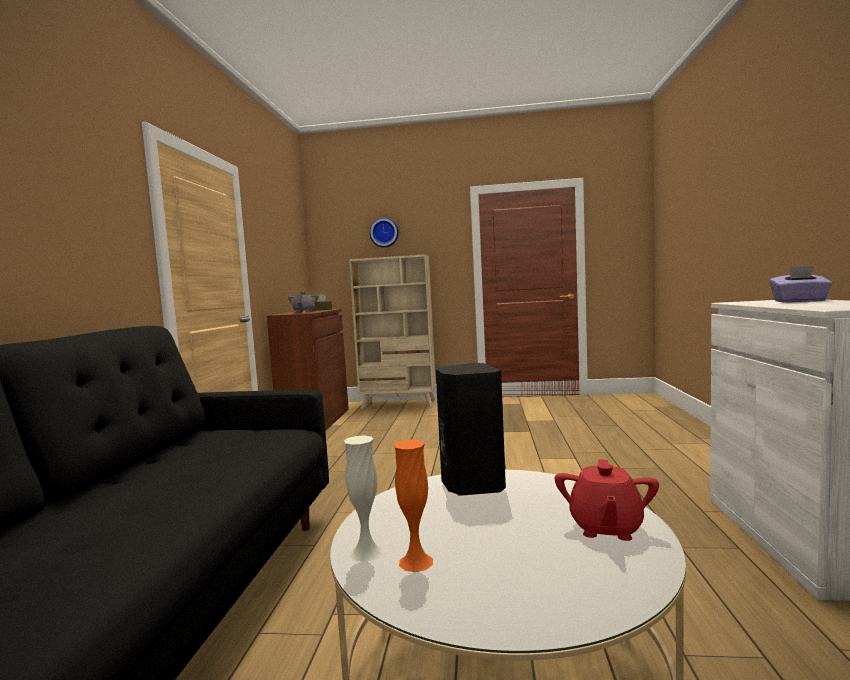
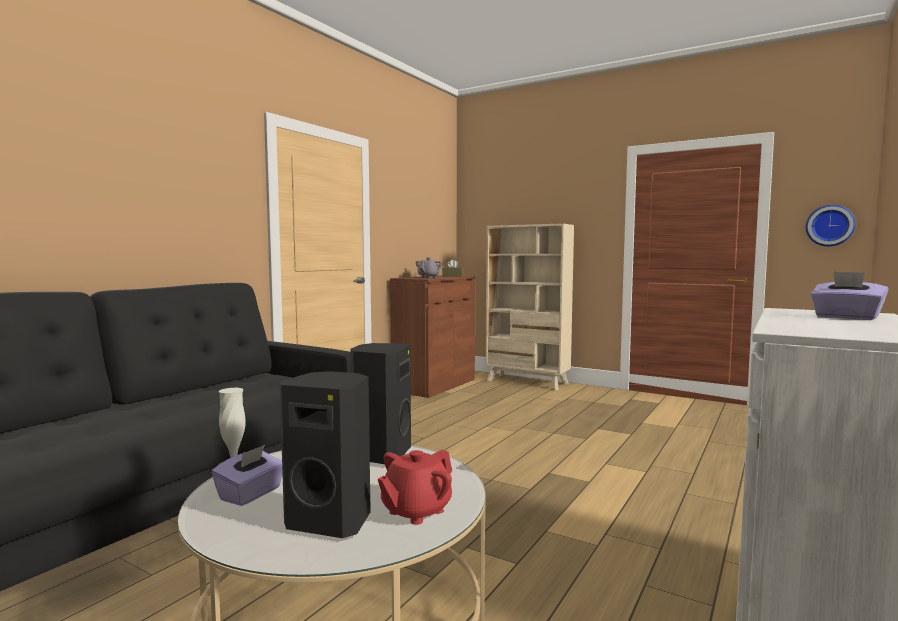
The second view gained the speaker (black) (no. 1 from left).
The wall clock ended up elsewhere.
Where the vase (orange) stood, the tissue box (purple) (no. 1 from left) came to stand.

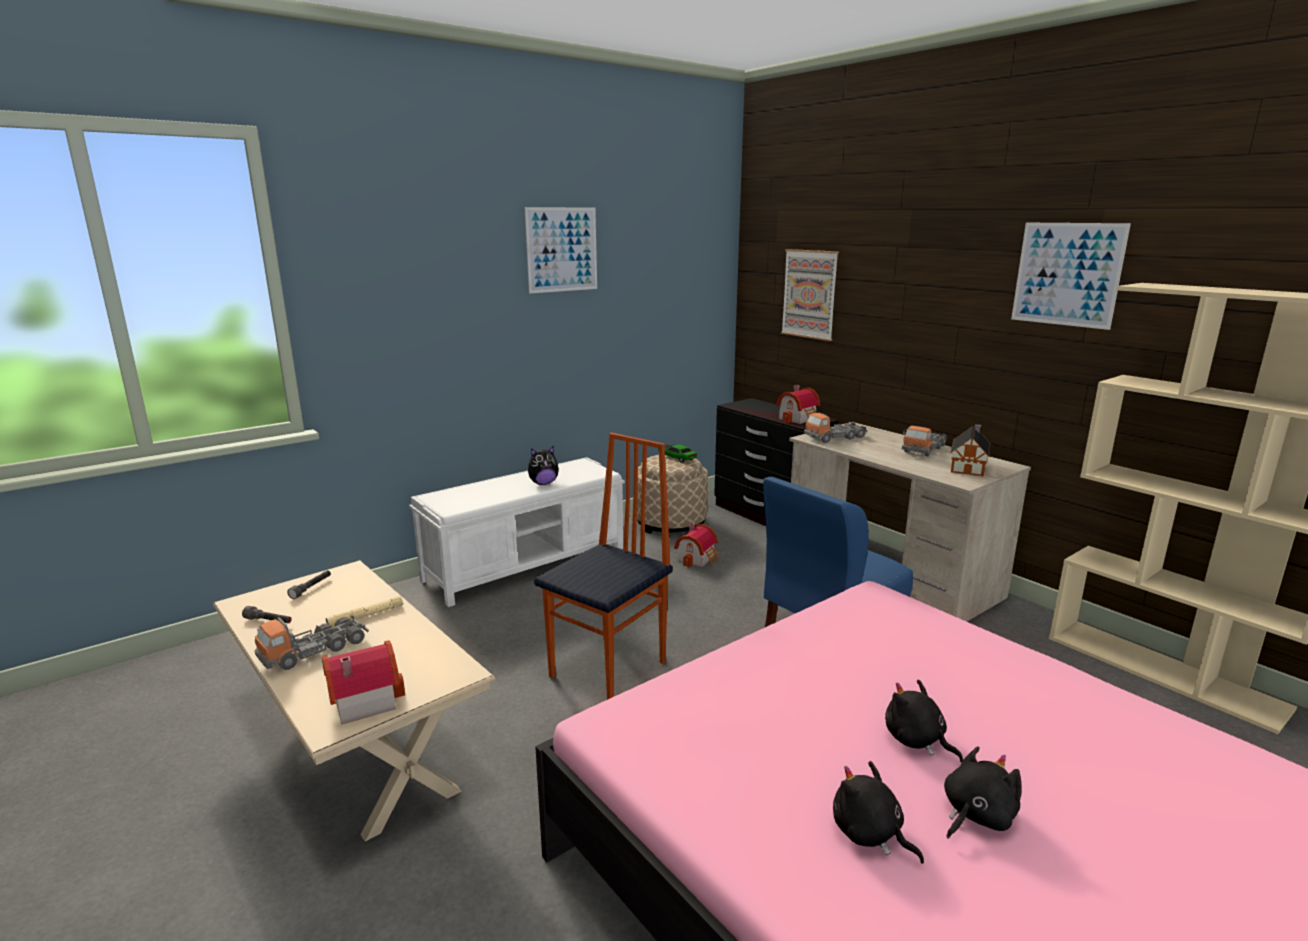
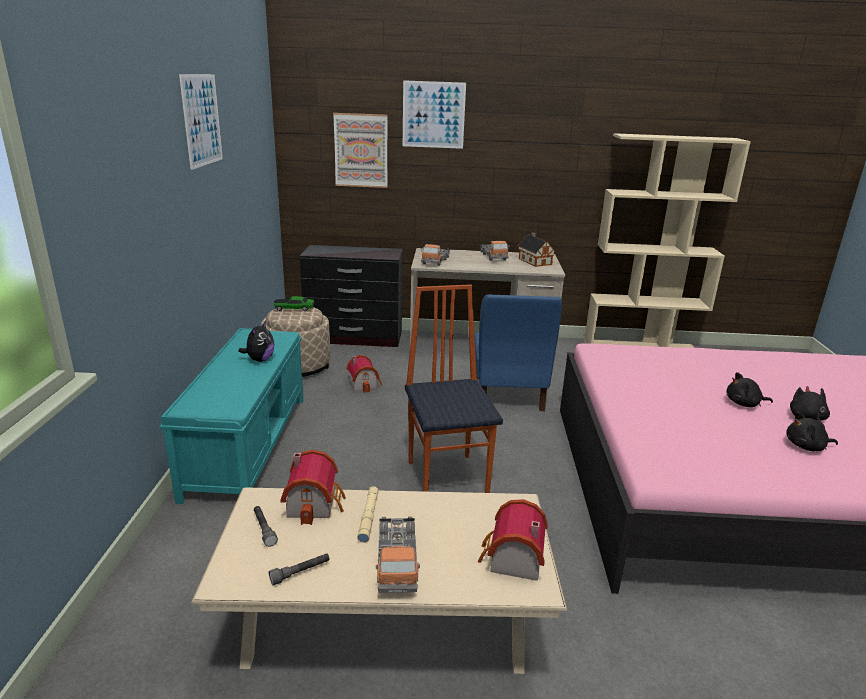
The toy house (no. 3 from left in the first image) ended up elsewhere.
The picture (no. 3 from left) ended up elsewhere.
What was the bench (white) turned into the bench (turquoise).

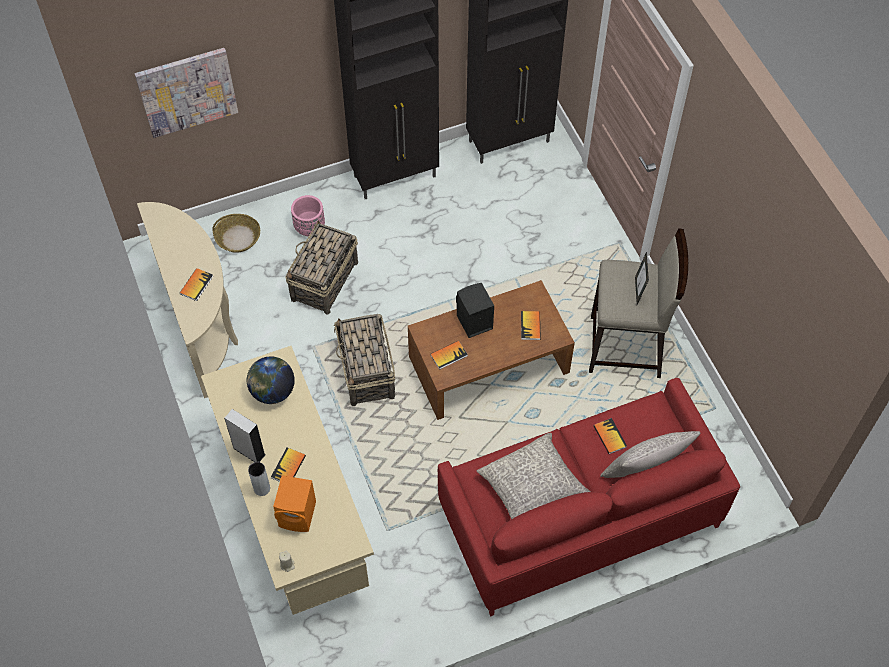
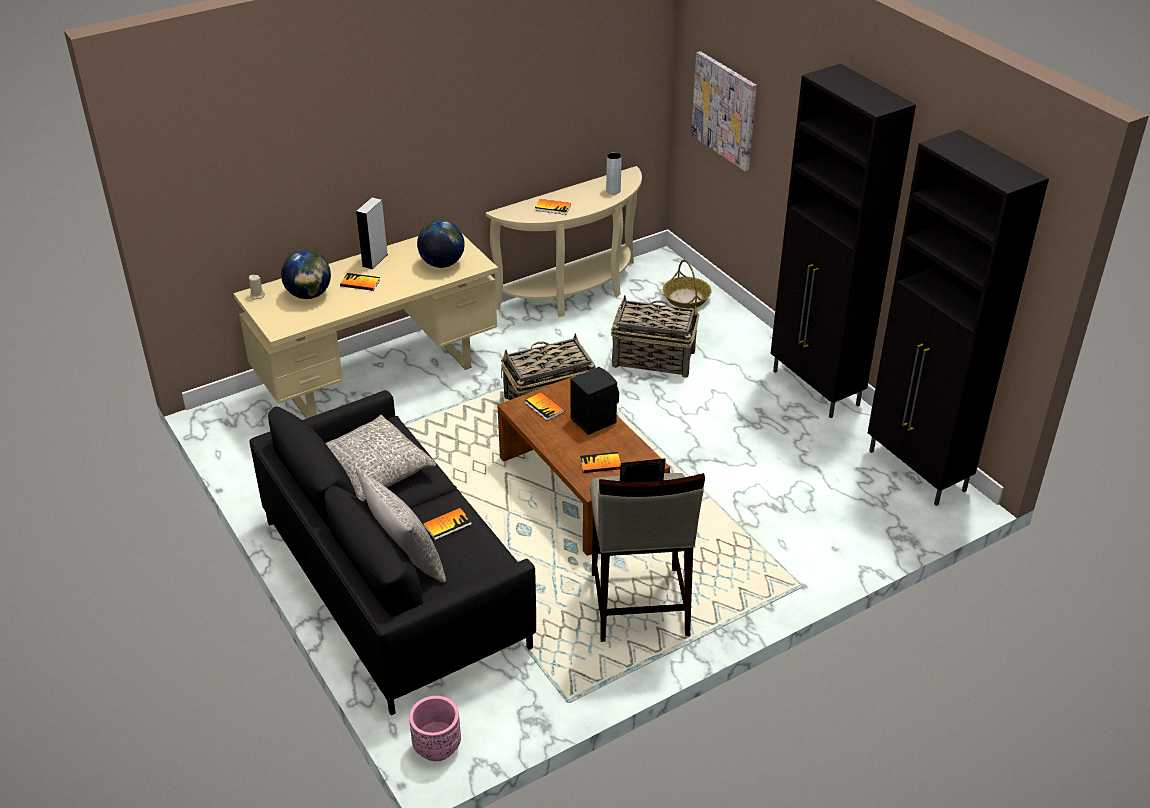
The vase (grey) ended up elsewhere.
The planter (pink) ended up elsewhere.
Where the speaker (orange) stood, the globe (no. 1 from left) came to stand.
What was the sofa (red) turned into the sofa (black).

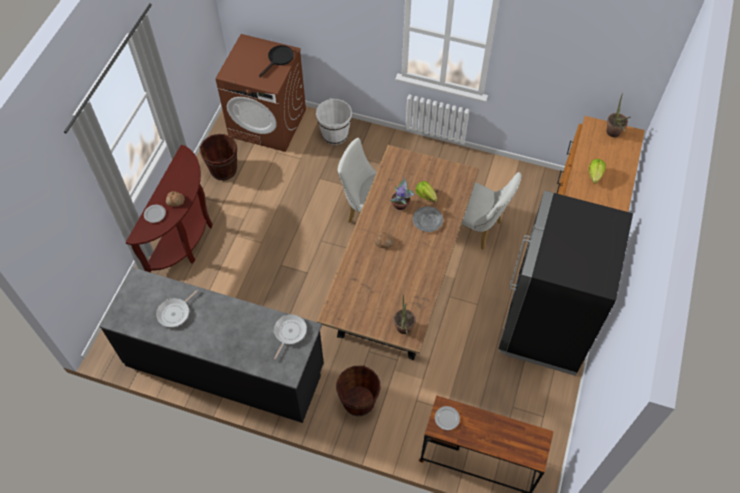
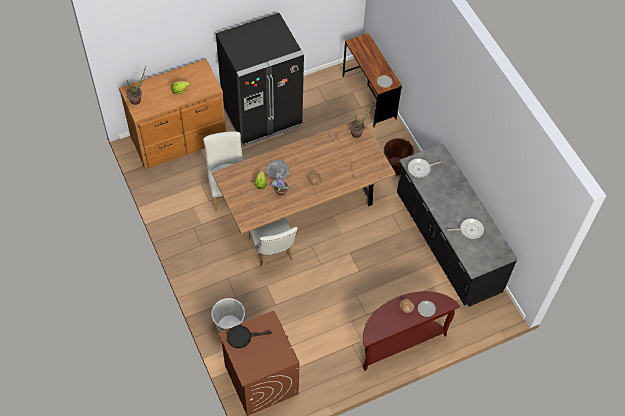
The second view lost the bucket (brown) (no. 1 from left).

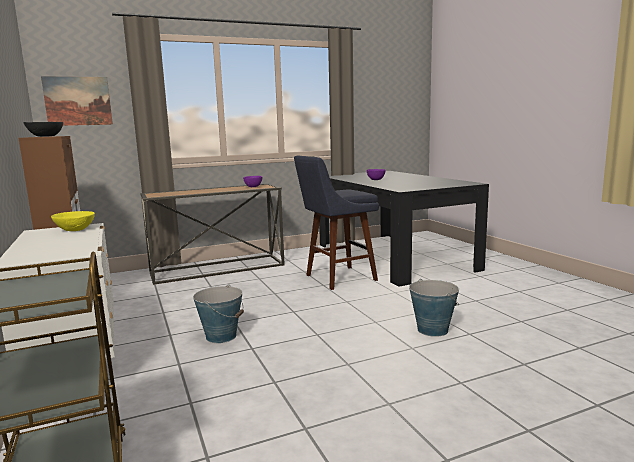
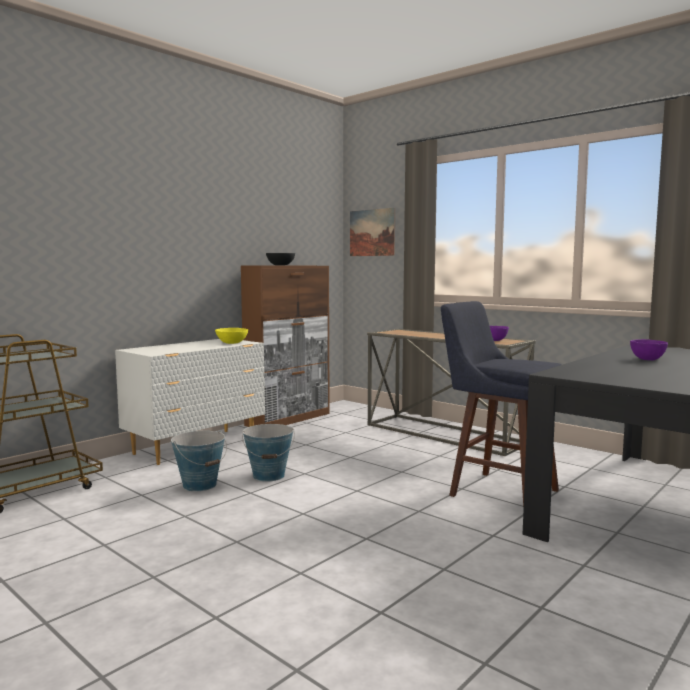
The bucket (no. 2 from left in the first image) ended up elsewhere.

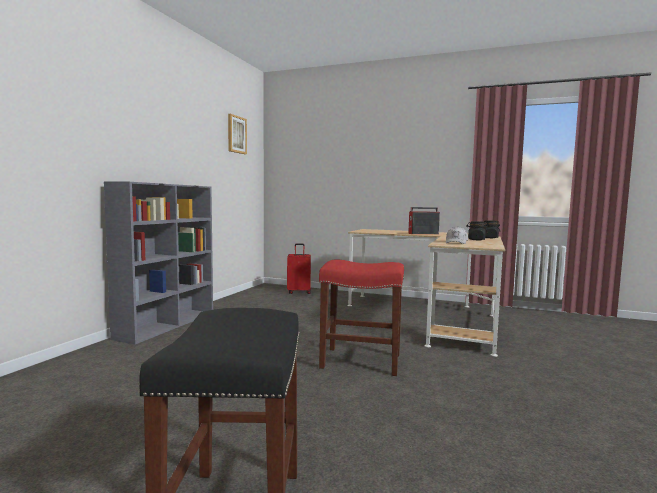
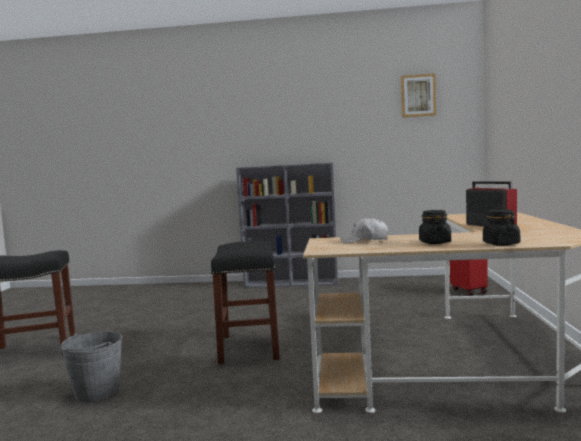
The second view gained the bucket (grey).
What was the stool (red) turned into the stool (black) (no. 2 from left).

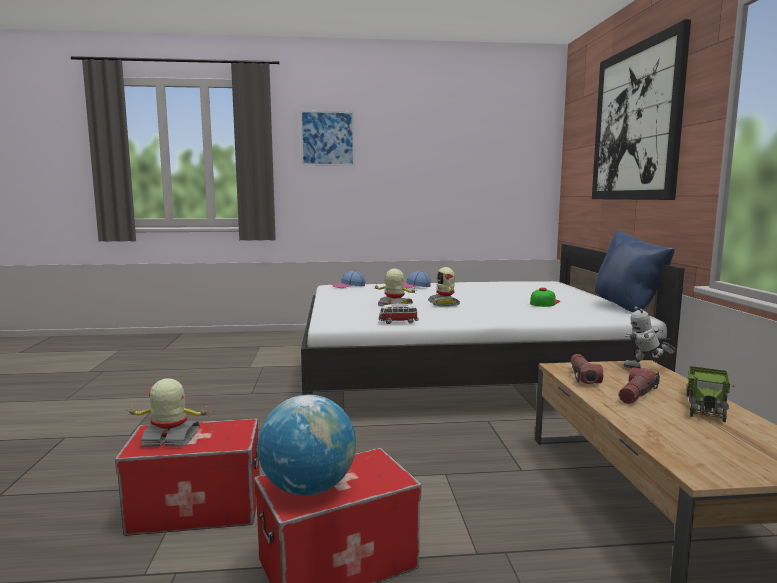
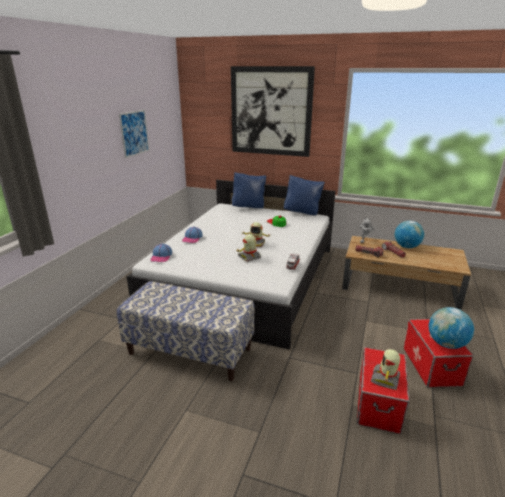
The second view gained the bench.
The second view gained the pillow (blue) (no. 1 from left).
The picture (no. 1 from left) ended up elsewhere.
Where the toy truck stood, the globe (no. 1 from left) came to stand.

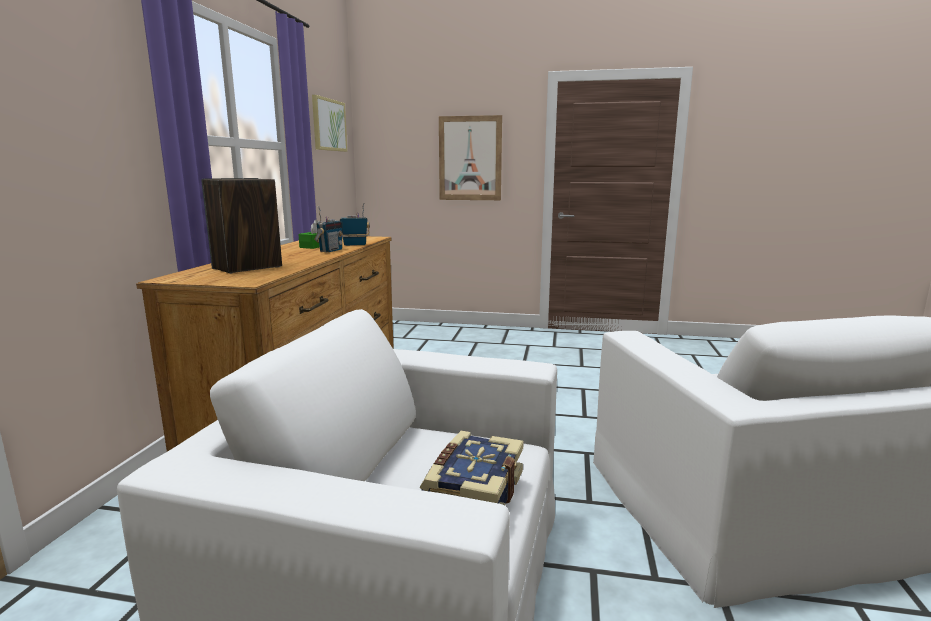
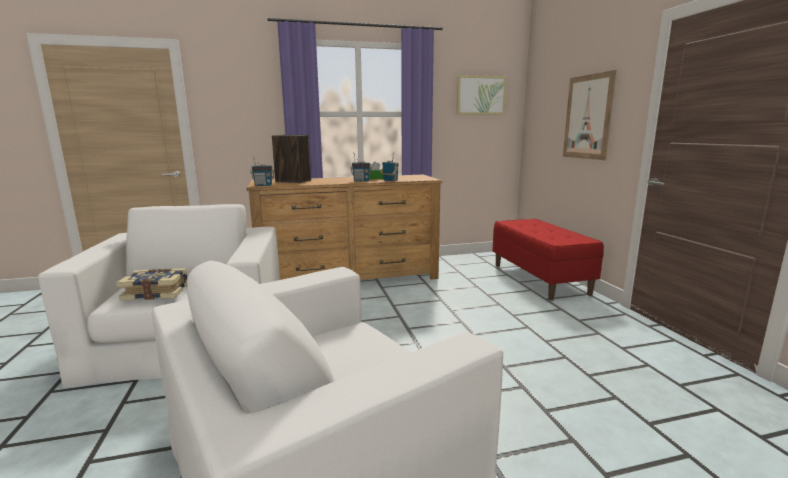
The second view gained the radio (no. 1 from left).
The second view gained the bench (red).

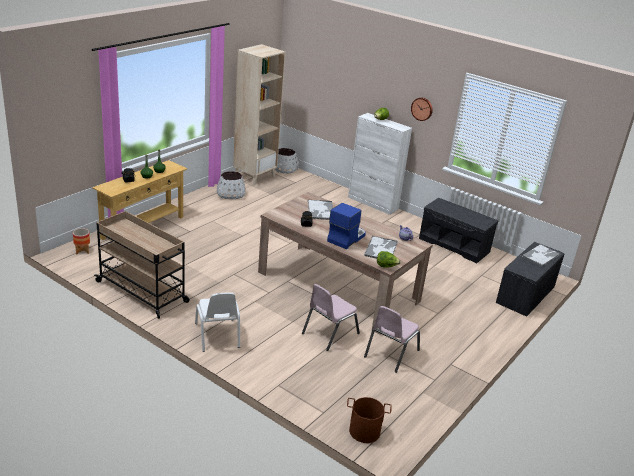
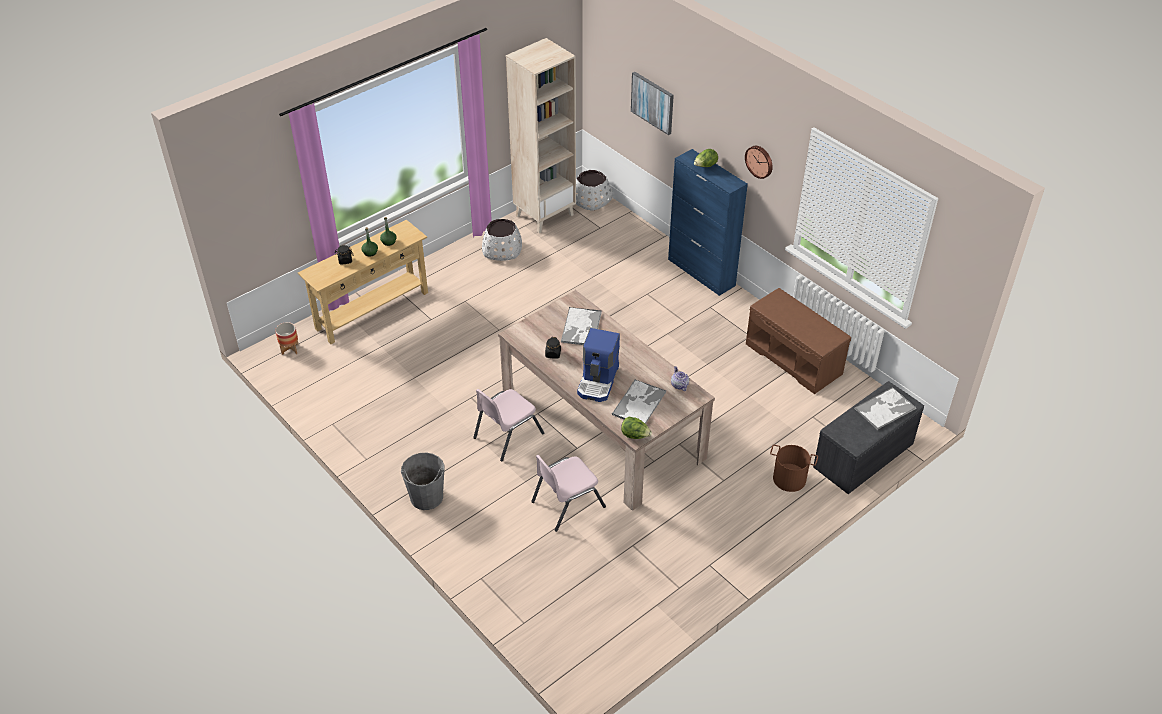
The second view lost the cart (beige).
The second view gained the picture.
The bucket (brown) ended up elsewhere.
The chair (pink) (no. 2 from left in the first image) ended up elsewhere.
Where the chair (white) stood, the bucket (grey) came to stand.
What was the cabinet (white) turned into the cabinet (blue).
What was the bench (grey) (no. 1 from left) turned into the bench (brown).
The coffee machine ended up facing another way, 150 degrees clockwise from before.

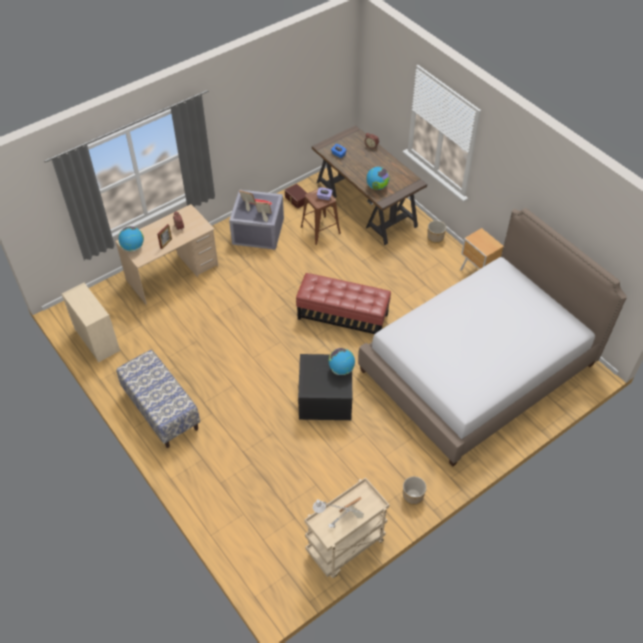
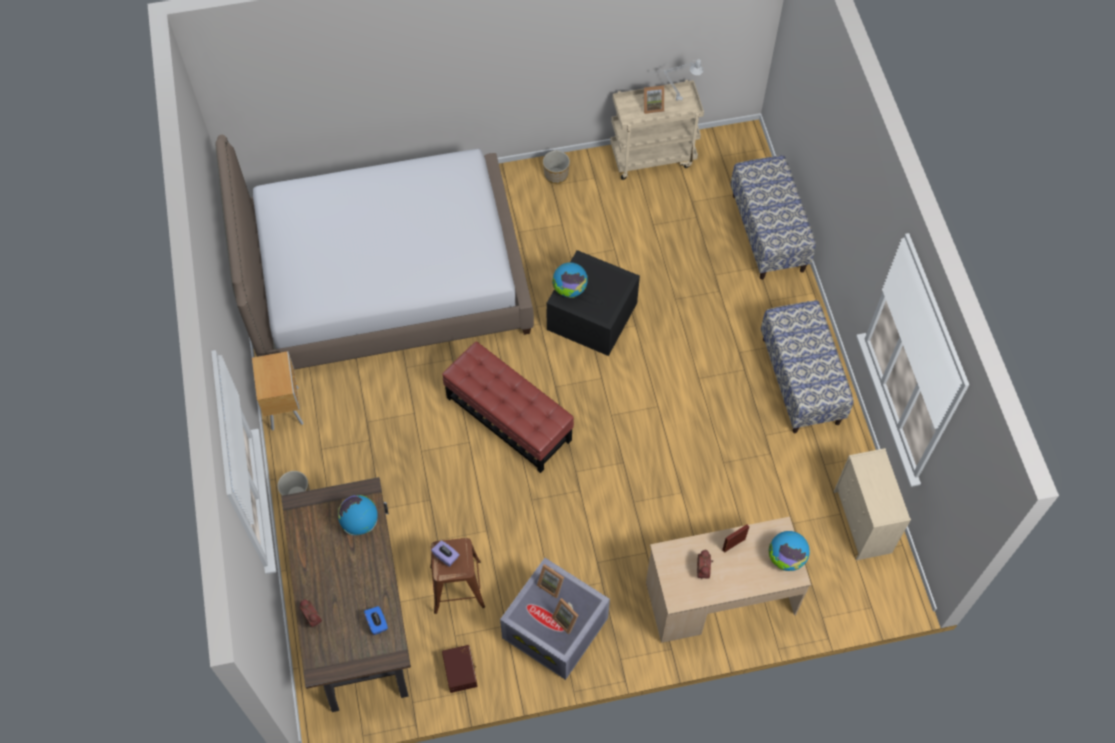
The second view gained the bench (no. 1 from left).

